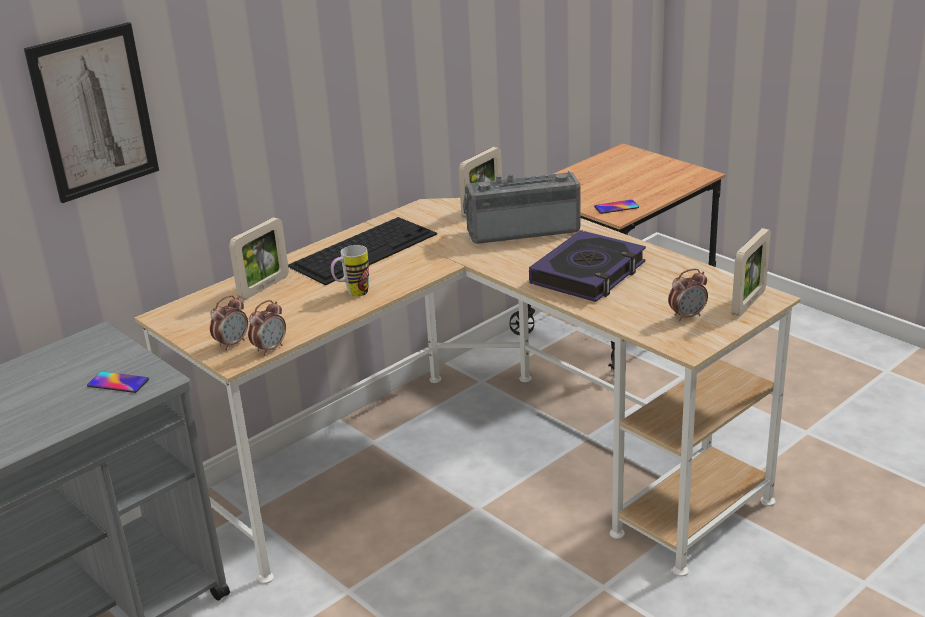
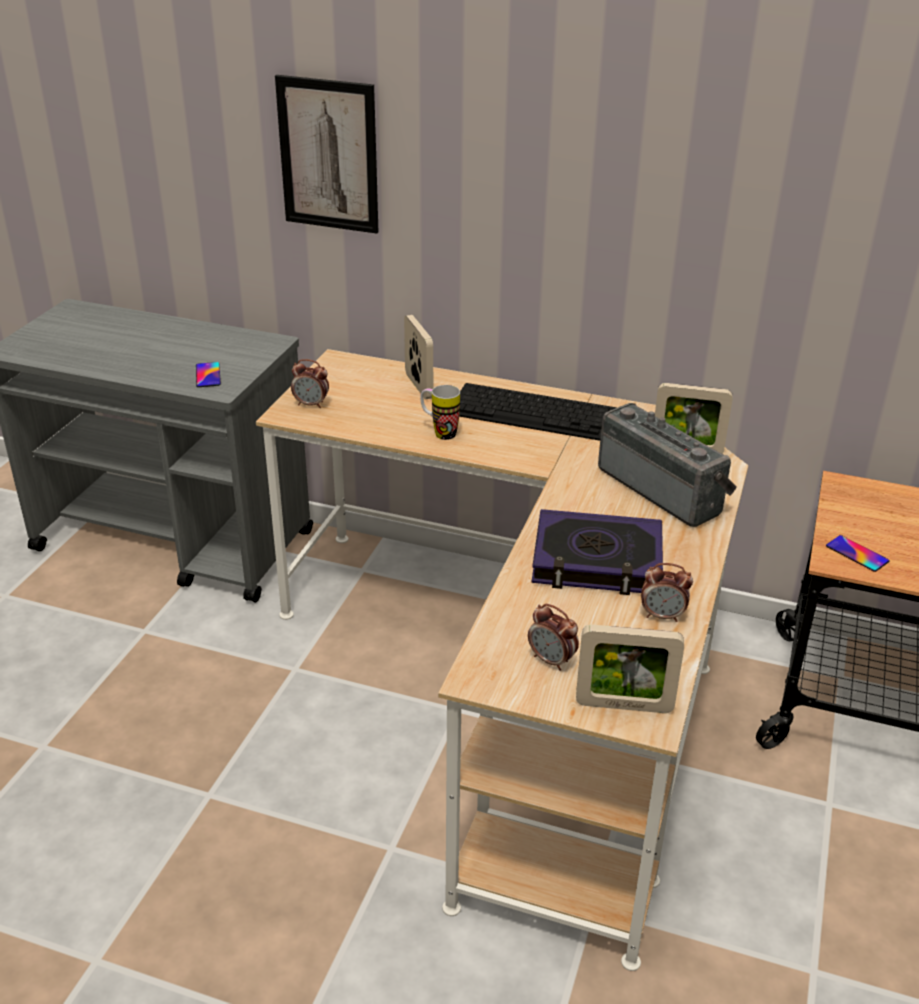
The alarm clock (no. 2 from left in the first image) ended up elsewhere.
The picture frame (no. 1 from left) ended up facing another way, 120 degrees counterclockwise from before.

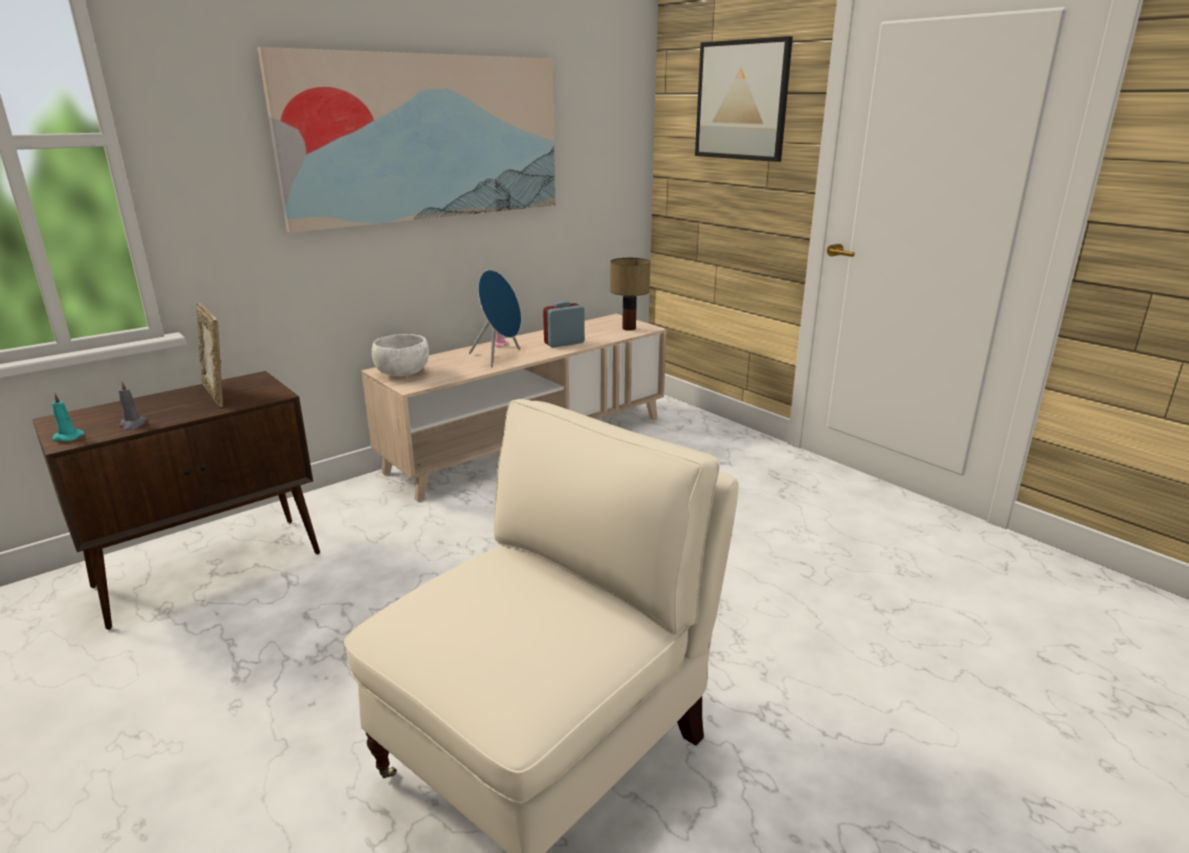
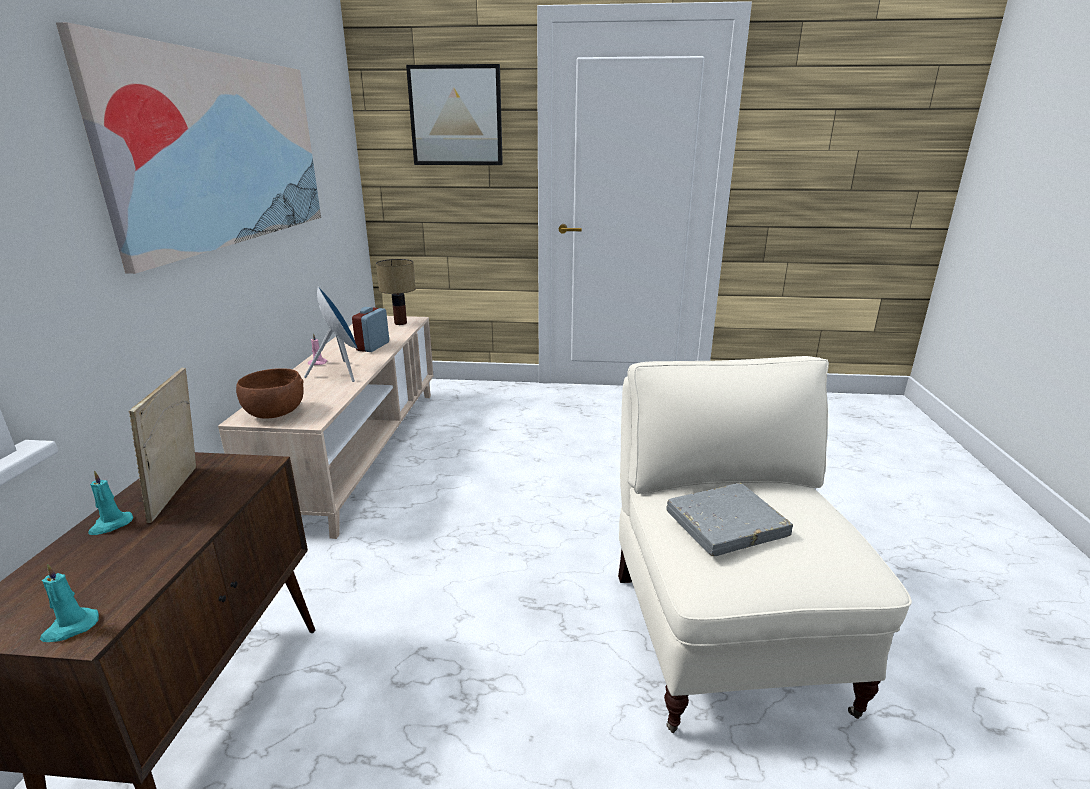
The second view lost the candle (grey).
The second view gained the candle (turquoise) (no. 2 from left).
The second view gained the book (grey).
What was the bowl (white) turned into the bowl (brown).
The picture frame ended up facing another way, 75 degrees clockwise from before.

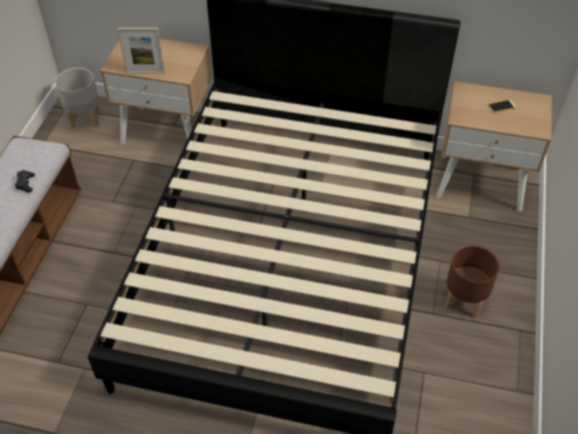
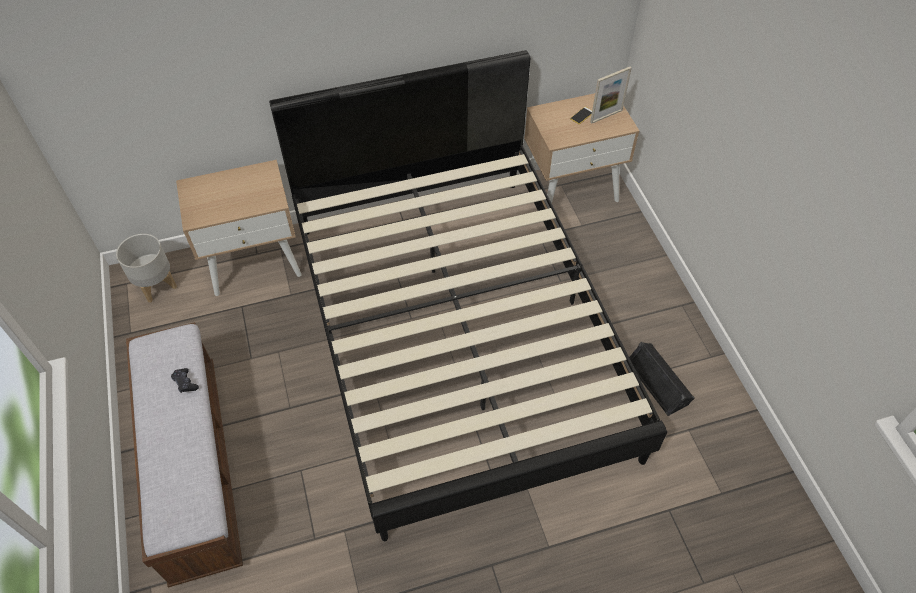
The second view lost the planter (brown).
The second view gained the speaker (black).
The picture frame ended up elsewhere.

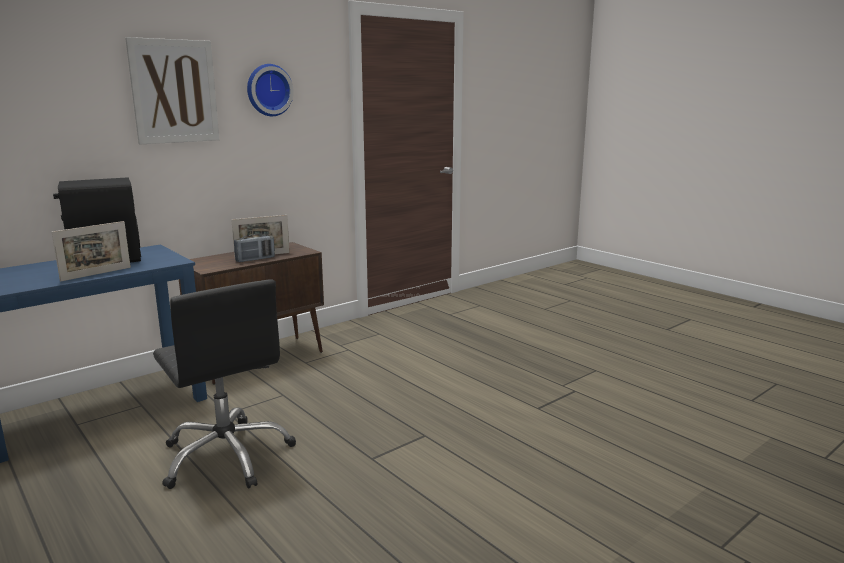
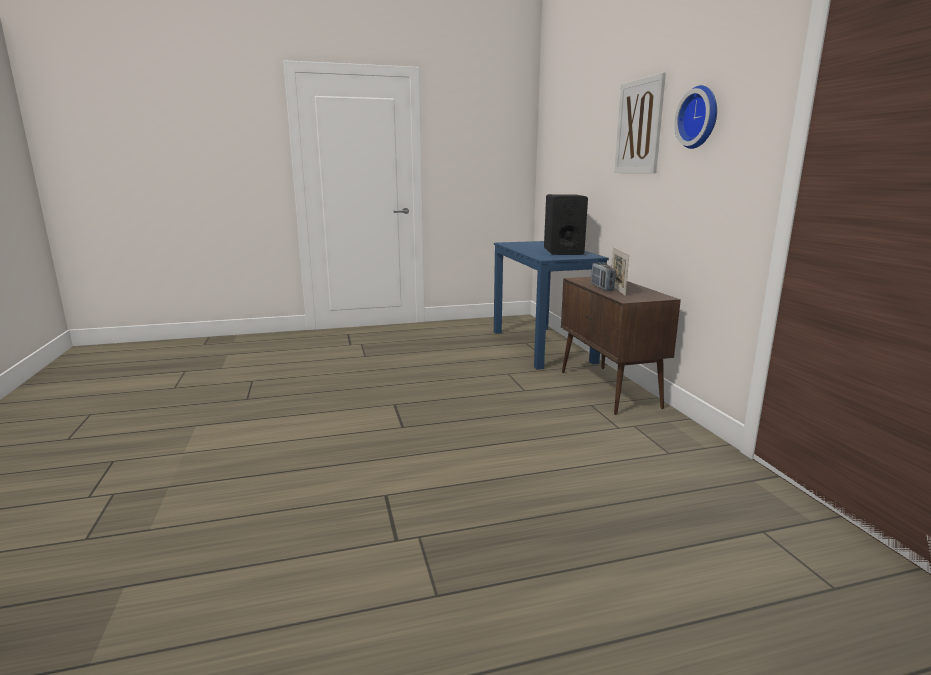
The second view lost the picture frame (no. 1 from left).
The second view lost the office chair (black).

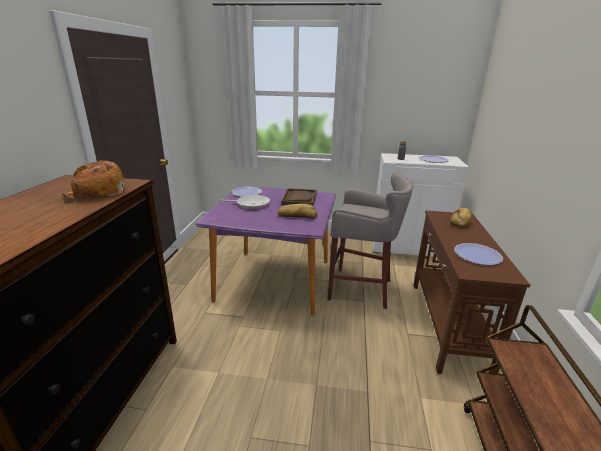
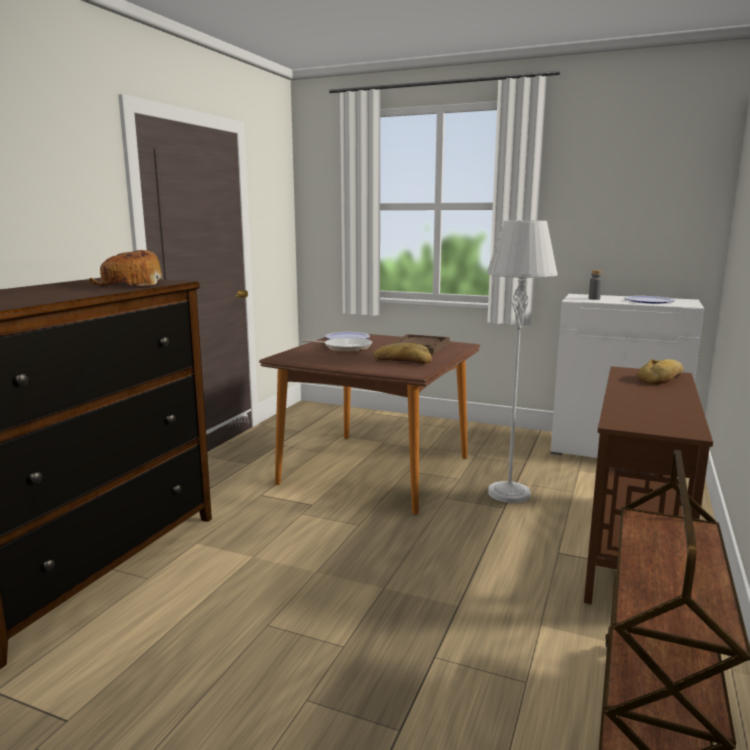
The second view lost the plate (no. 3 from left).
Where the stool (grey) stood, the floor lamp (grey) came to stand.
What was the dining table (purple) turned into the dining table (brown).

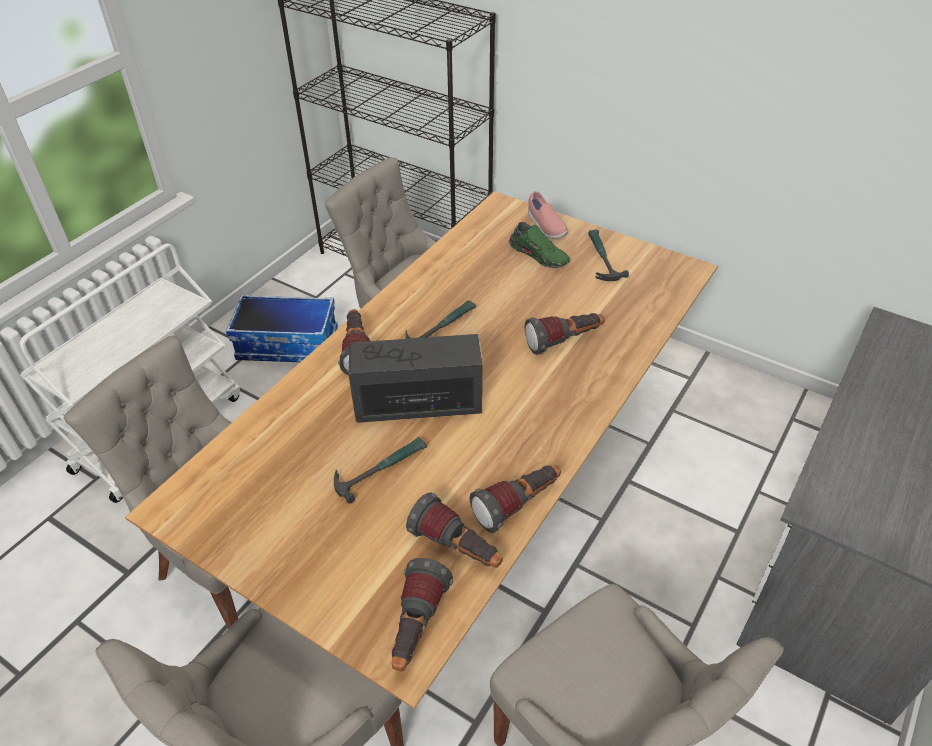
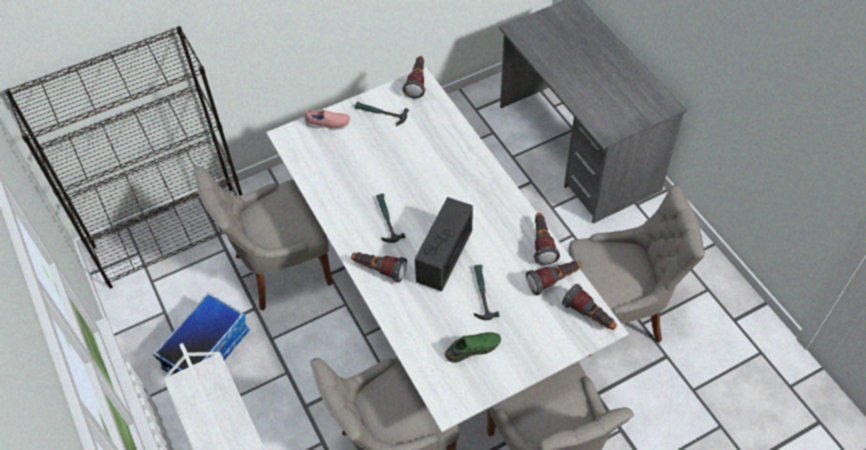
The shoe (green) ended up elsewhere.
The flashlight (no. 5 from left in the first image) ended up elsewhere.
What was the dining table (brown) turned into the dining table (white).

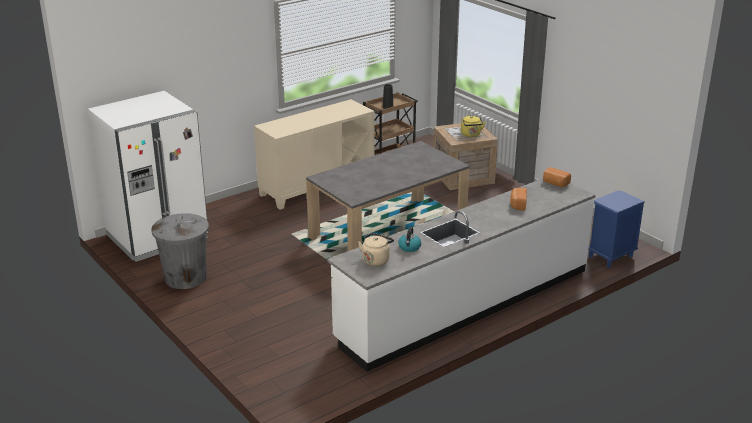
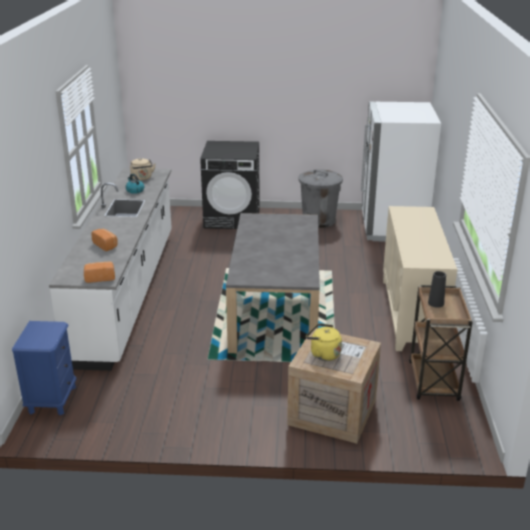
The second view gained the washing machine (black).

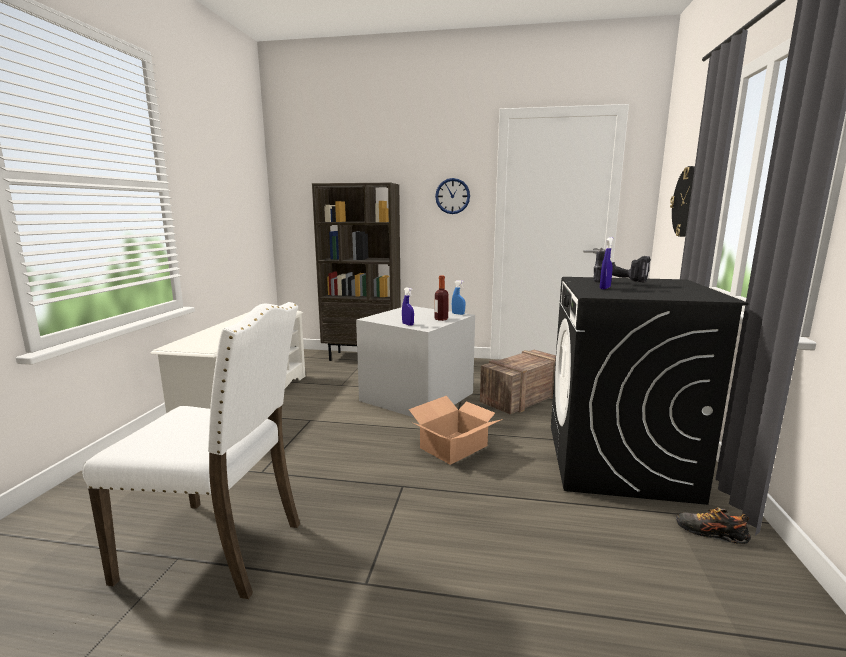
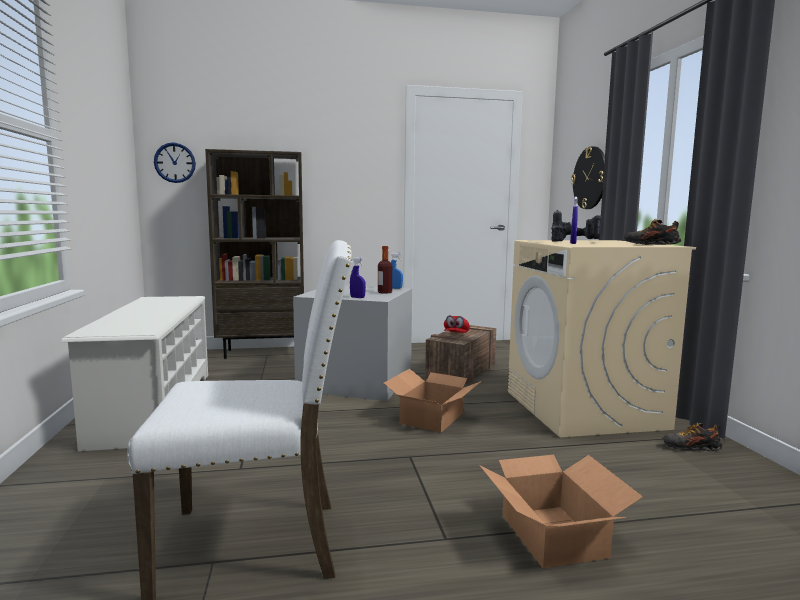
The second view gained the cap (red).
The second view gained the cardboard box (no. 2 from left).
The second view gained the shoe (no. 1 from left).
The wall clock (no. 1 from left) ended up elsewhere.
What was the washing machine (black) turned into the washing machine (beige).

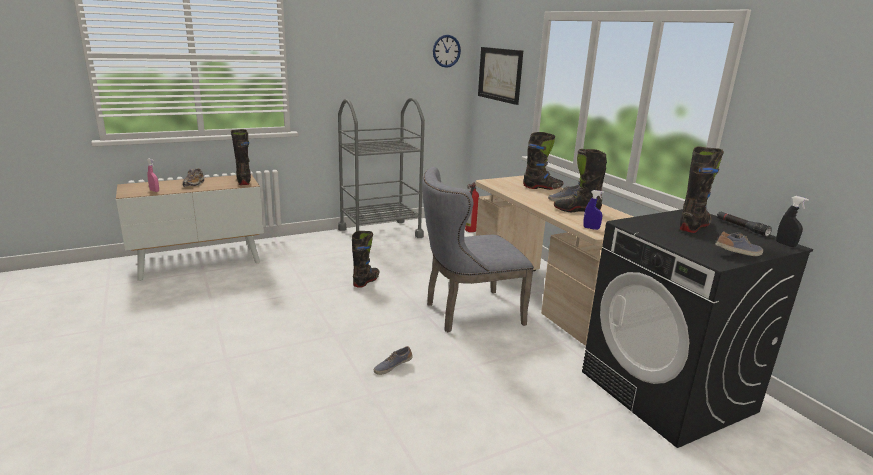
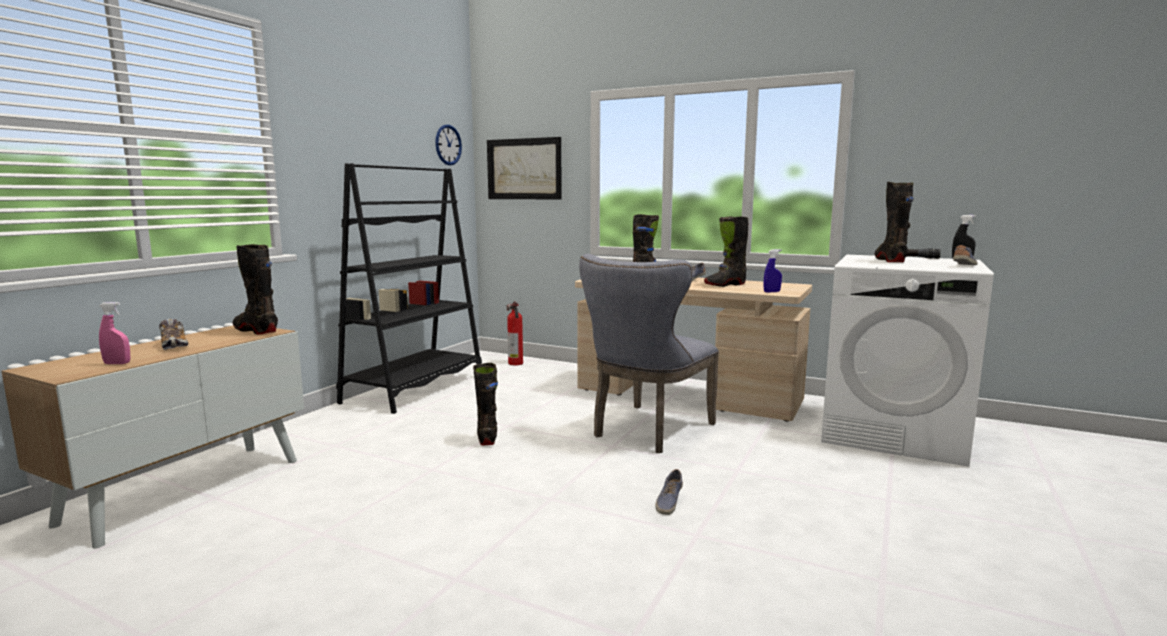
Where the cart (grey) stood, the bookcase (black) came to stand.
What was the washing machine (black) turned into the washing machine (white).

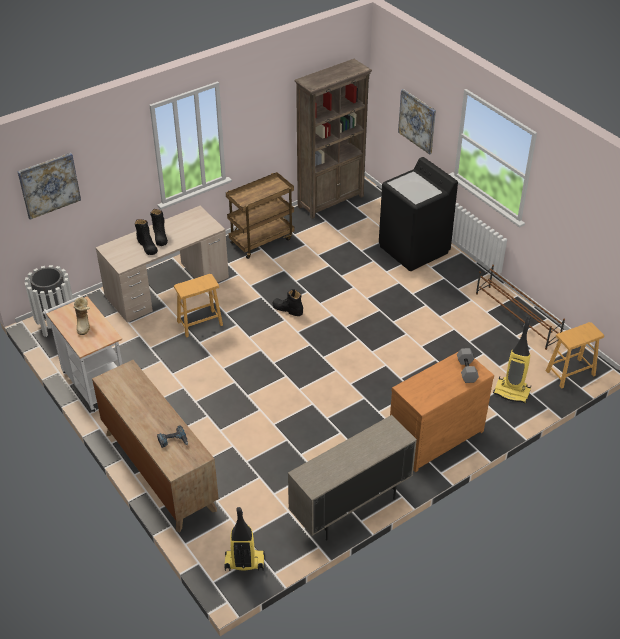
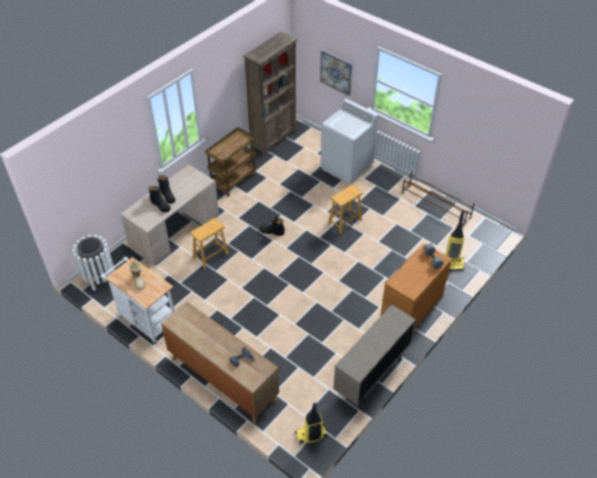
The second view lost the picture (no. 1 from left).
The stool (brown) (no. 2 from left) ended up elsewhere.
What was the washing machine (black) turned into the washing machine (white).

